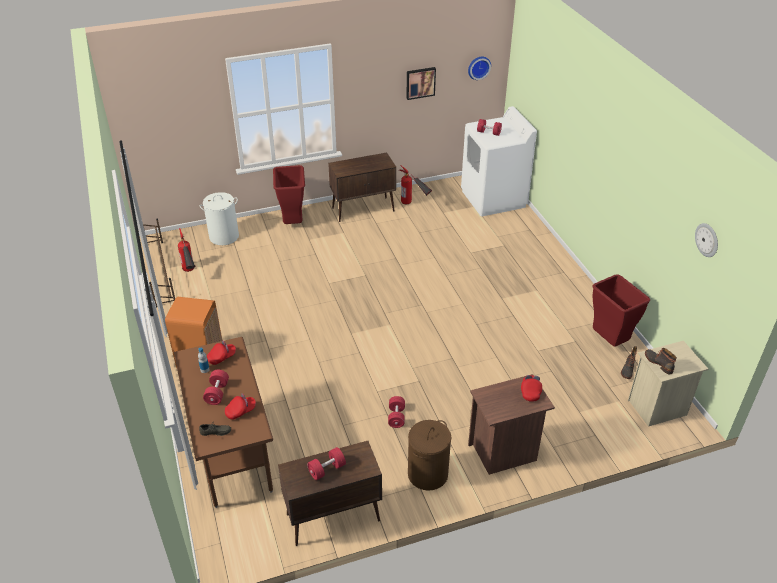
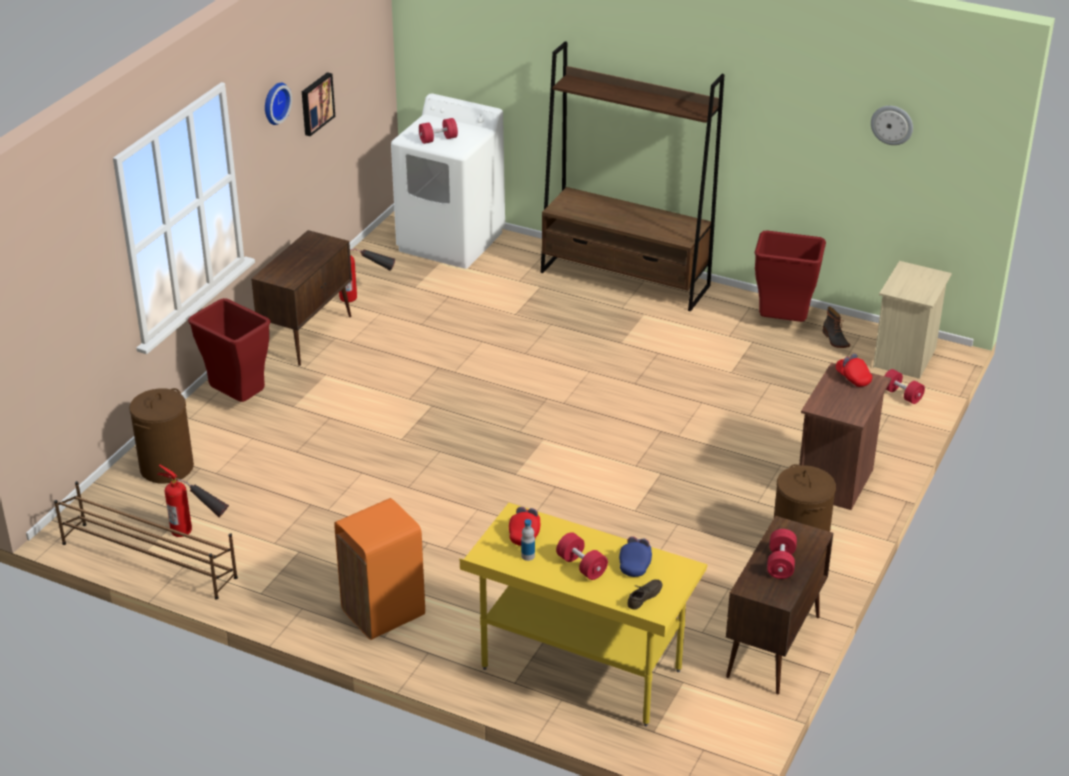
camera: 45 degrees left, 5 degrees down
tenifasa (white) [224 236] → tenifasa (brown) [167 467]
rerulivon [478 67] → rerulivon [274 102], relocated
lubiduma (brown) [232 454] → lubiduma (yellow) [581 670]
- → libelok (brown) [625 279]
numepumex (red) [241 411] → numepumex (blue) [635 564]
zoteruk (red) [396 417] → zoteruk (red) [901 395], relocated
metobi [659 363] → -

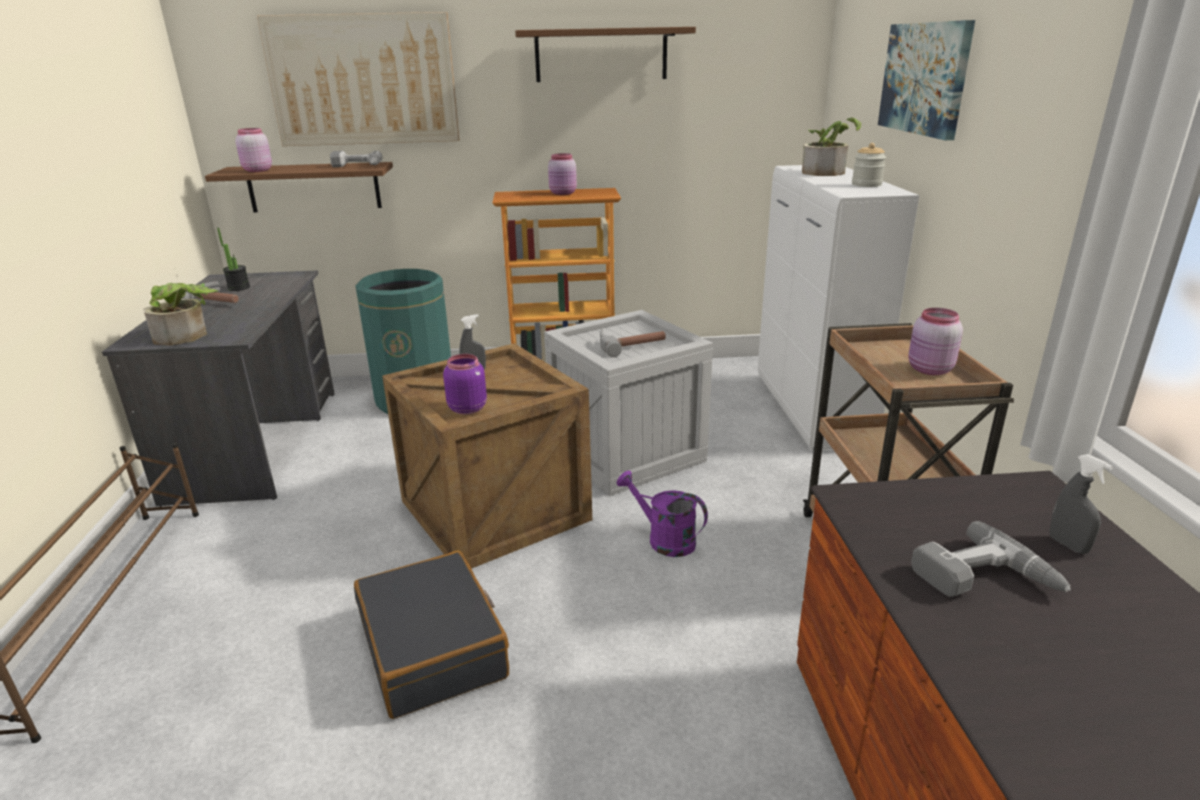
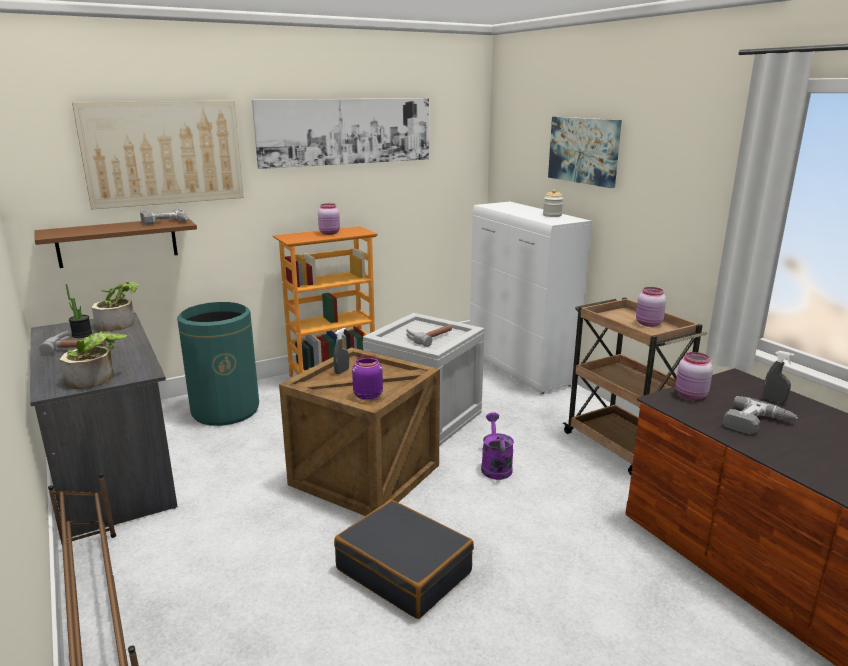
camera: 25 degrees left, 5 degrees down
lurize [826 172] → lurize [120 323], relocated
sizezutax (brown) [601 55] → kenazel [346 131]
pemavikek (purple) [664 539] → pemavikek (purple) [495 466], 75 degrees clockwise
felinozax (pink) [257 170] → felinozax (pink) [690 395], relocated

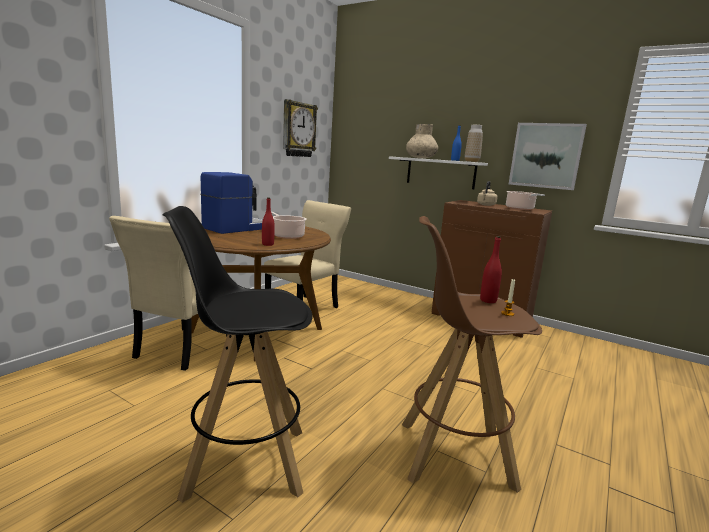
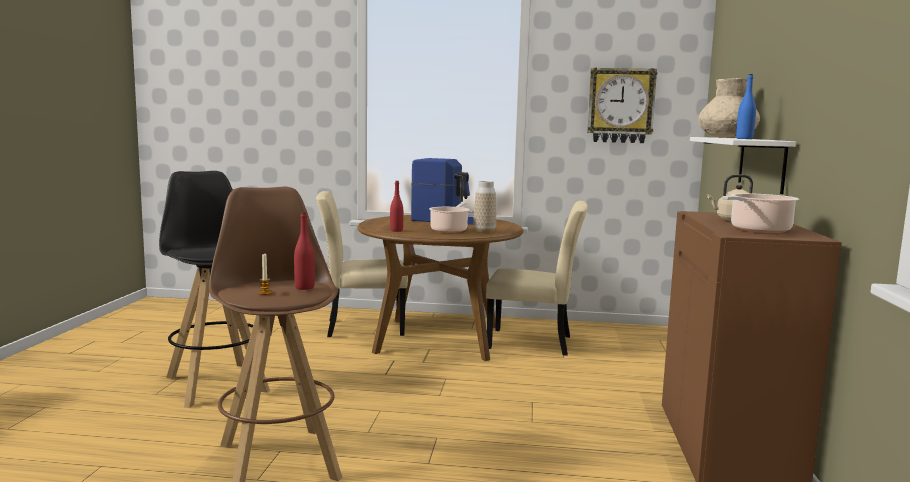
camera: 65 degrees right, 5 degrees down
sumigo [471 161] → sumigo [484 232], relocated
kenazel [545 156] → -

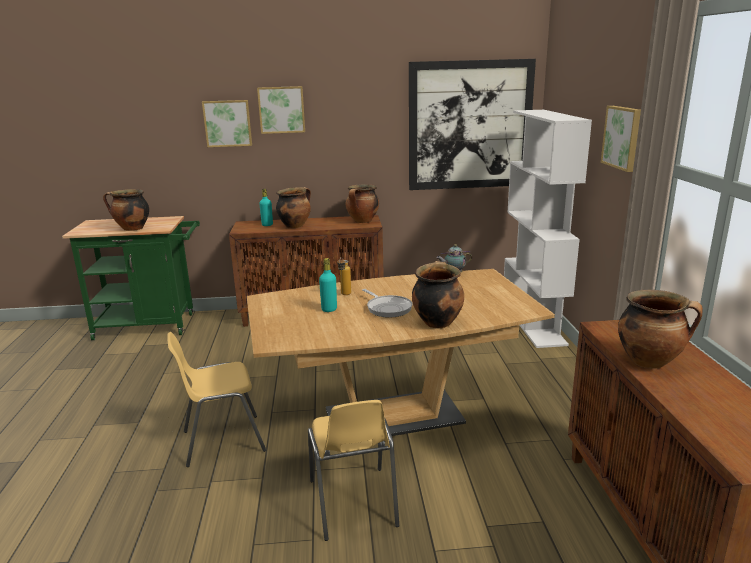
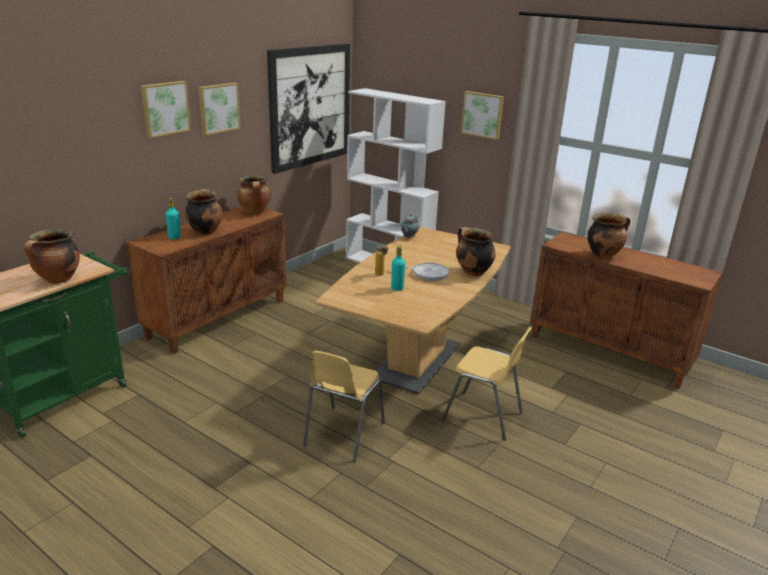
camera: 50 degrees left, 5 degrees up
kenazel [227 123] → kenazel [218 108], relocated

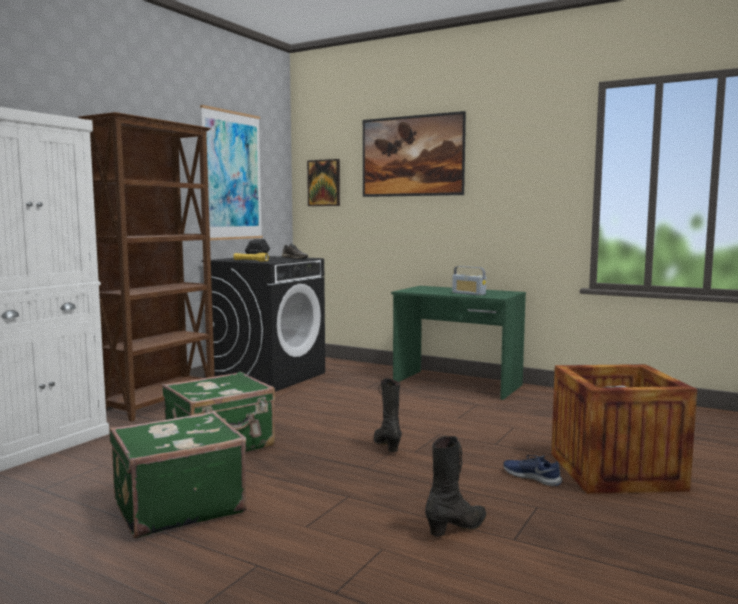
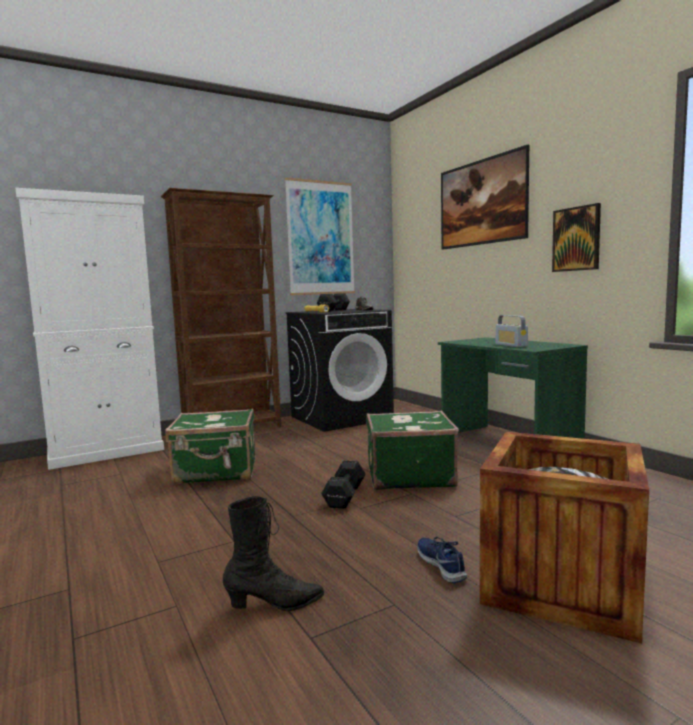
camera: 30 degrees right, 0 degrees up
metobi (black) [387 445] → zoteruk (black) [343 496]
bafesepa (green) [177 506] → bafesepa (green) [409 476], relocated
kenazel [324 183] → kenazel [576 239], relocated

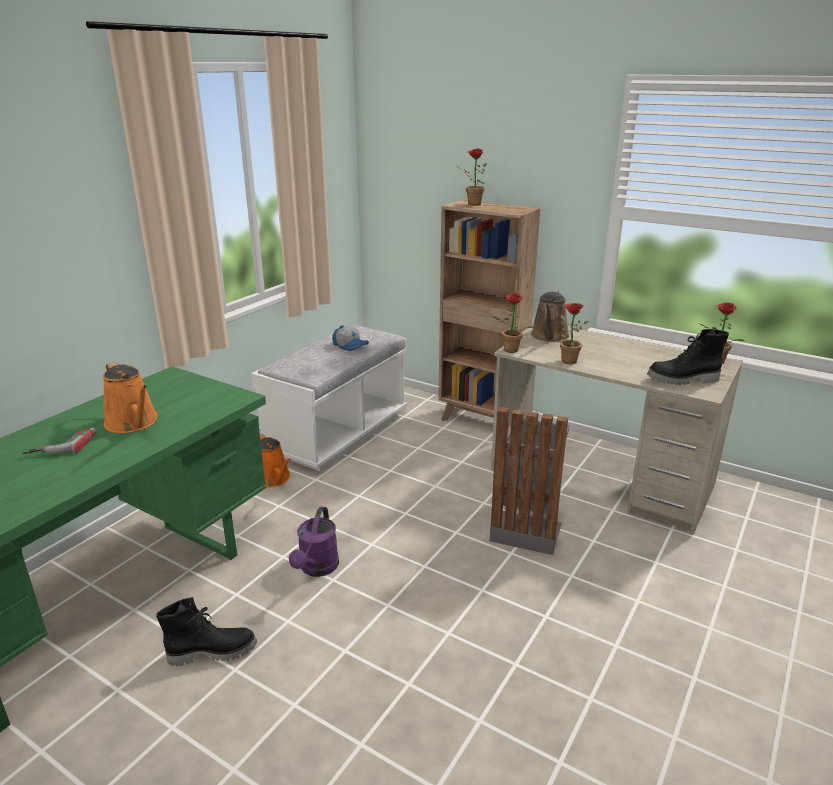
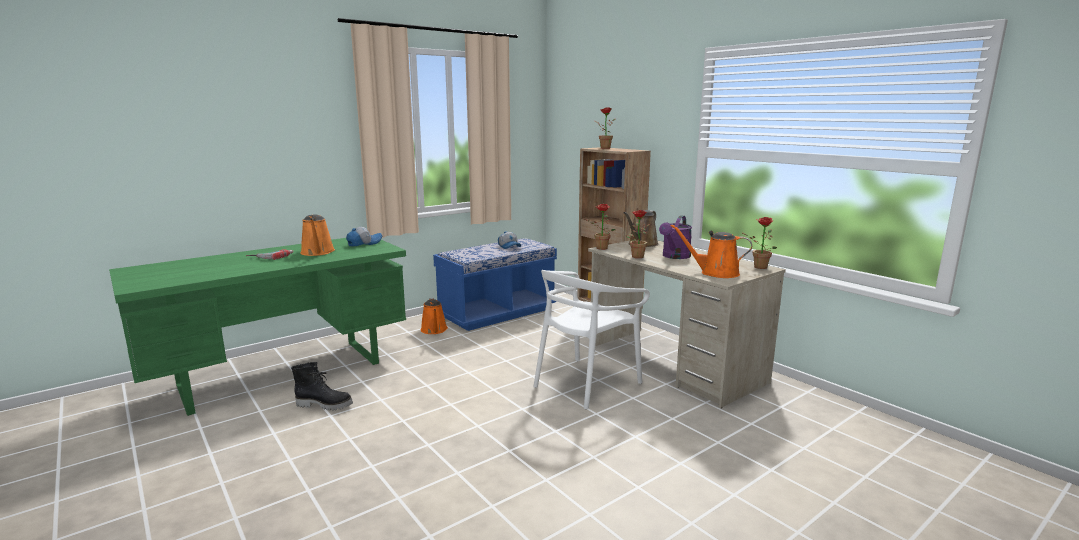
camera: 20 degrees right, 10 degrees down
- → numepumex [364 243]
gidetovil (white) [337 434] → gidetovil (blue) [497 313]
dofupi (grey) [526 529] → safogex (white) [586 383]
pemavikek (purple) [317 569] → pemavikek (purple) [674 257], relocated
metobi (black) [683 380] → pemavikek (orange) [715 273]

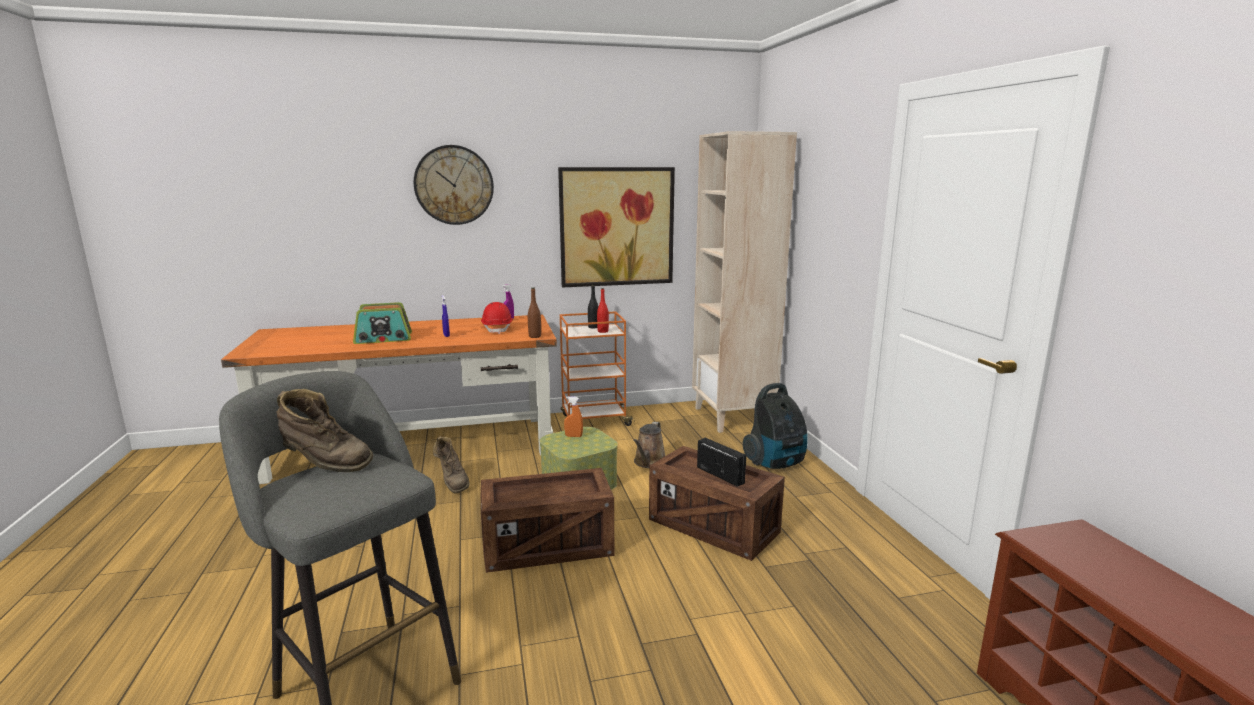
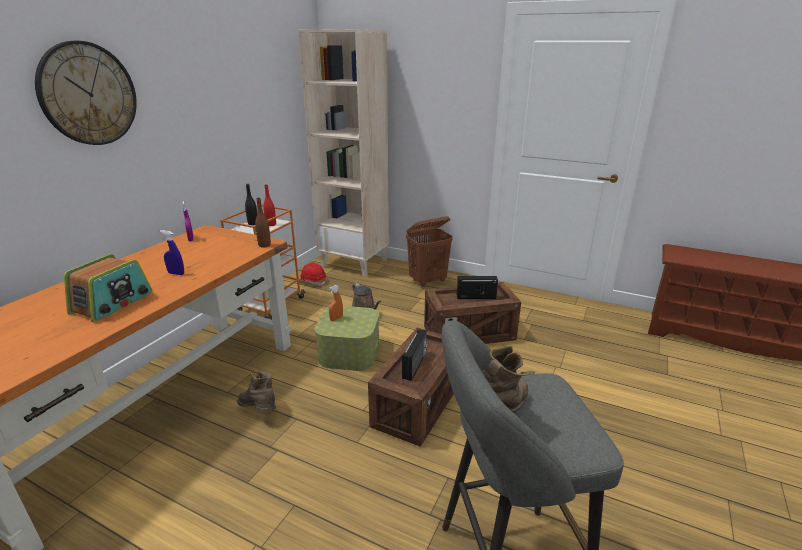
camera: 50 degrees left, 10 degrees up
metobi (brown) [453 483] → metobi (brown) [259 411], 150 degrees counterclockwise
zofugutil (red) [497 329] → zofugutil (red) [312 281], relocated
- → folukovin [415 365]
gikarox [776 463] → tenifasa (brown) [428 281]
kenazel [616 227] → -

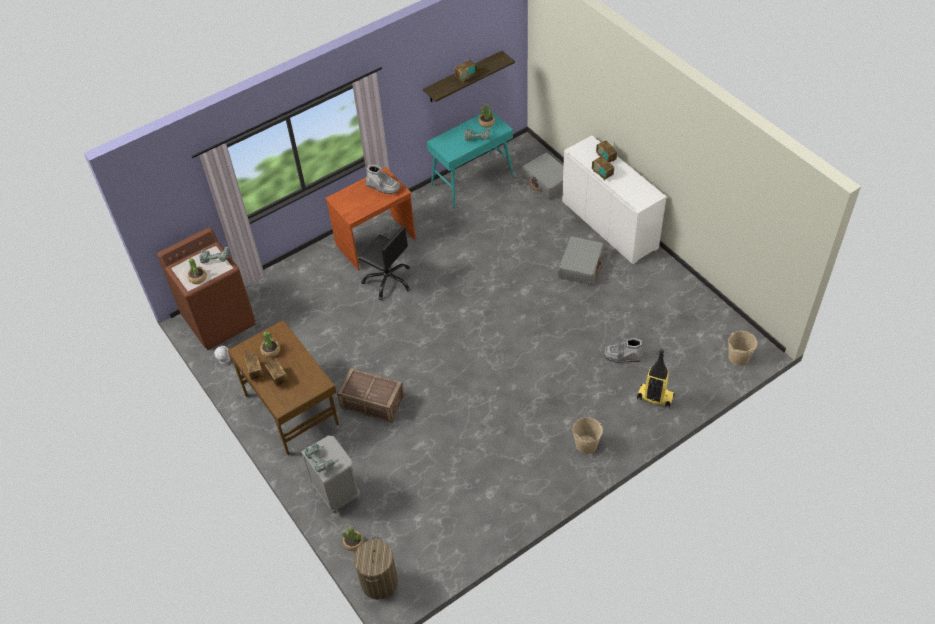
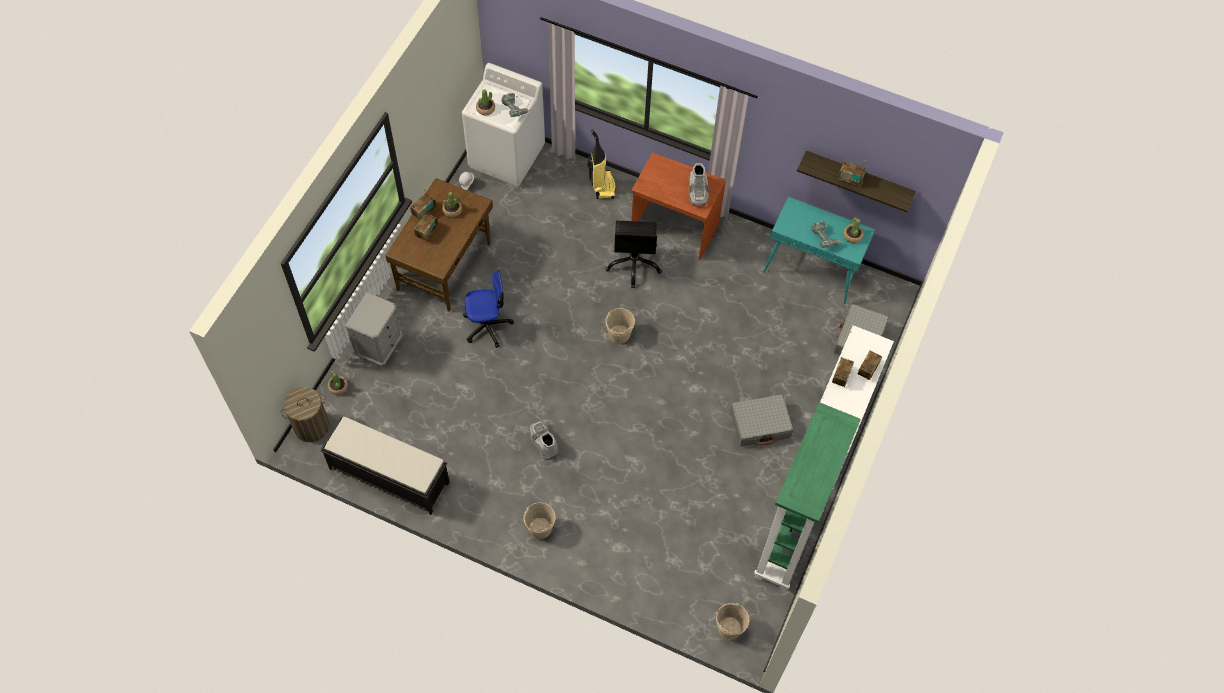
camera: 55 degrees right, 10 degrees up
- → gidetovil (black) [388 475]
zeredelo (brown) [219 320] → zeredelo (white) [507 156]
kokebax [373 402] → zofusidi [487 326]
metobi (grey) [622 356] → metobi (grey) [543 442], relocated
gikarox [654 397] → gikarox [602 185], relocated
- → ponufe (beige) [619 334]
- → libelok (green) [788 541]
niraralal [321 460] → -

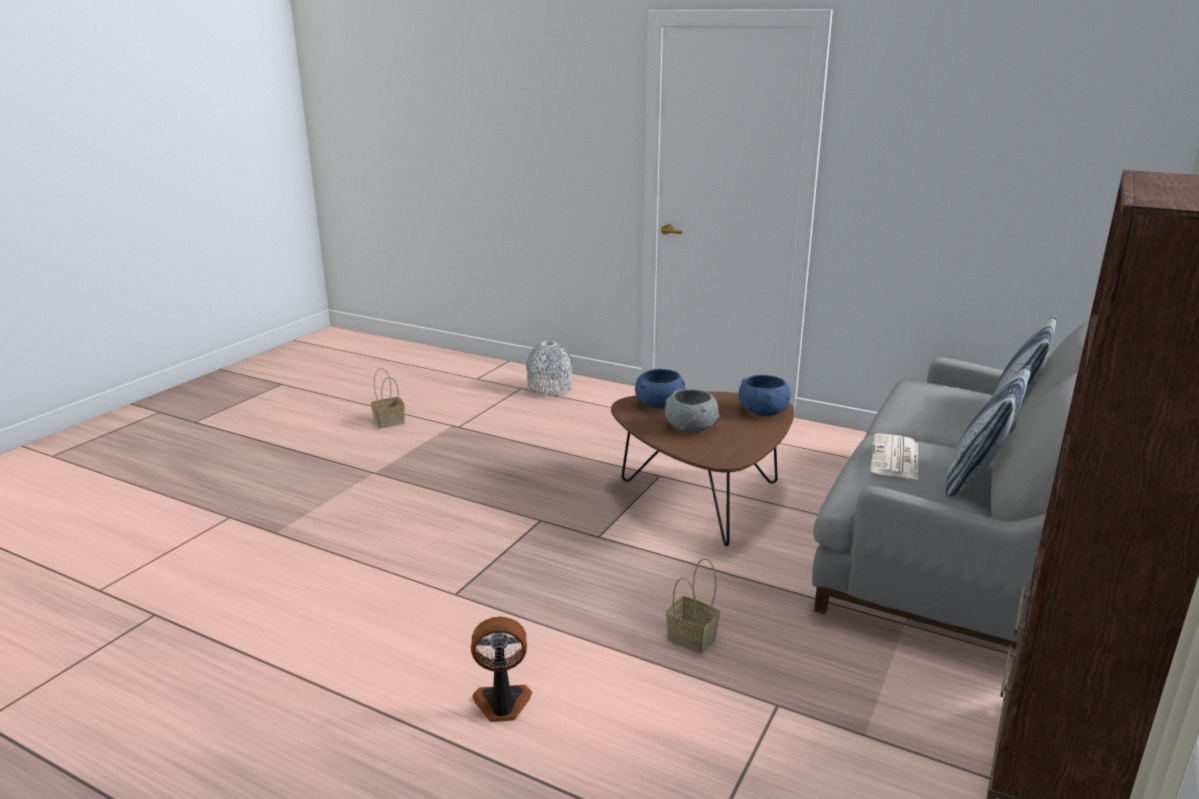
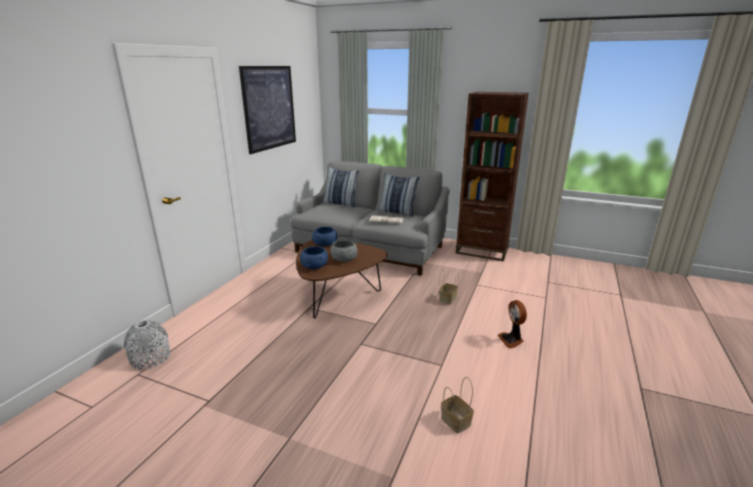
camera: 95 degrees left, 0 degrees up
- → kenazel [269 108]
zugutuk [390 421] → zugutuk [454 421], relocated

